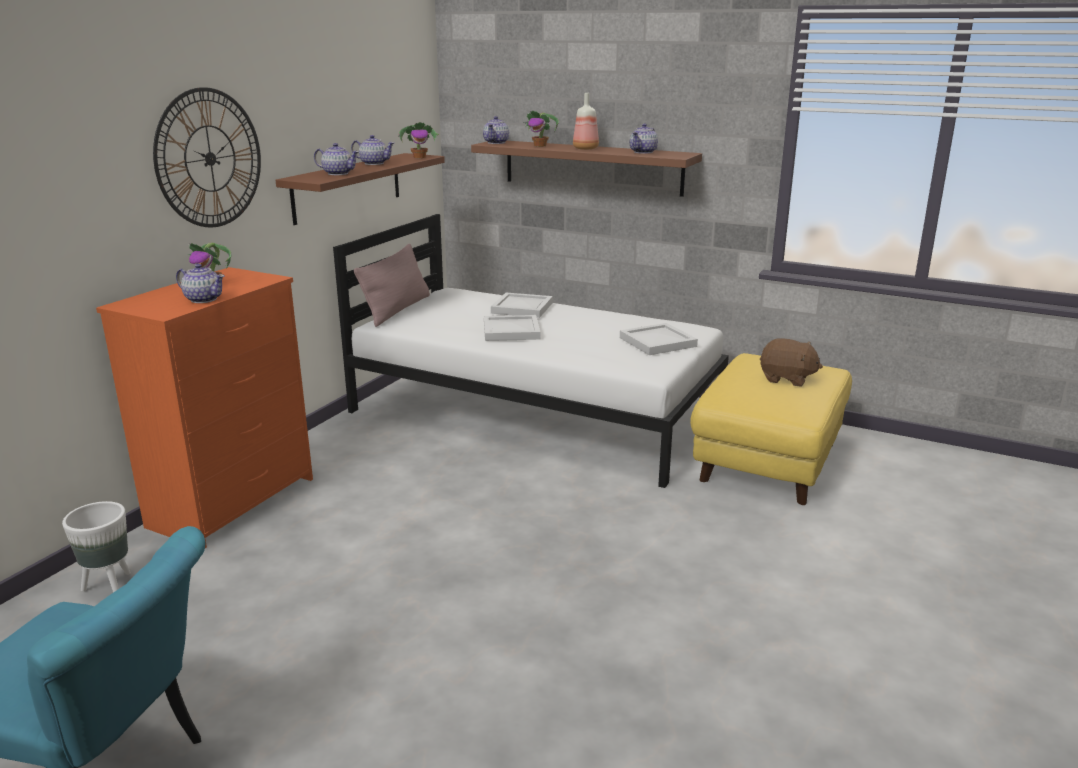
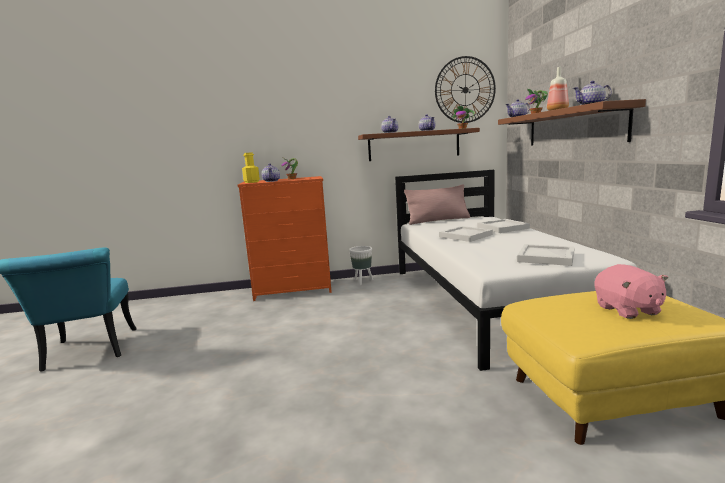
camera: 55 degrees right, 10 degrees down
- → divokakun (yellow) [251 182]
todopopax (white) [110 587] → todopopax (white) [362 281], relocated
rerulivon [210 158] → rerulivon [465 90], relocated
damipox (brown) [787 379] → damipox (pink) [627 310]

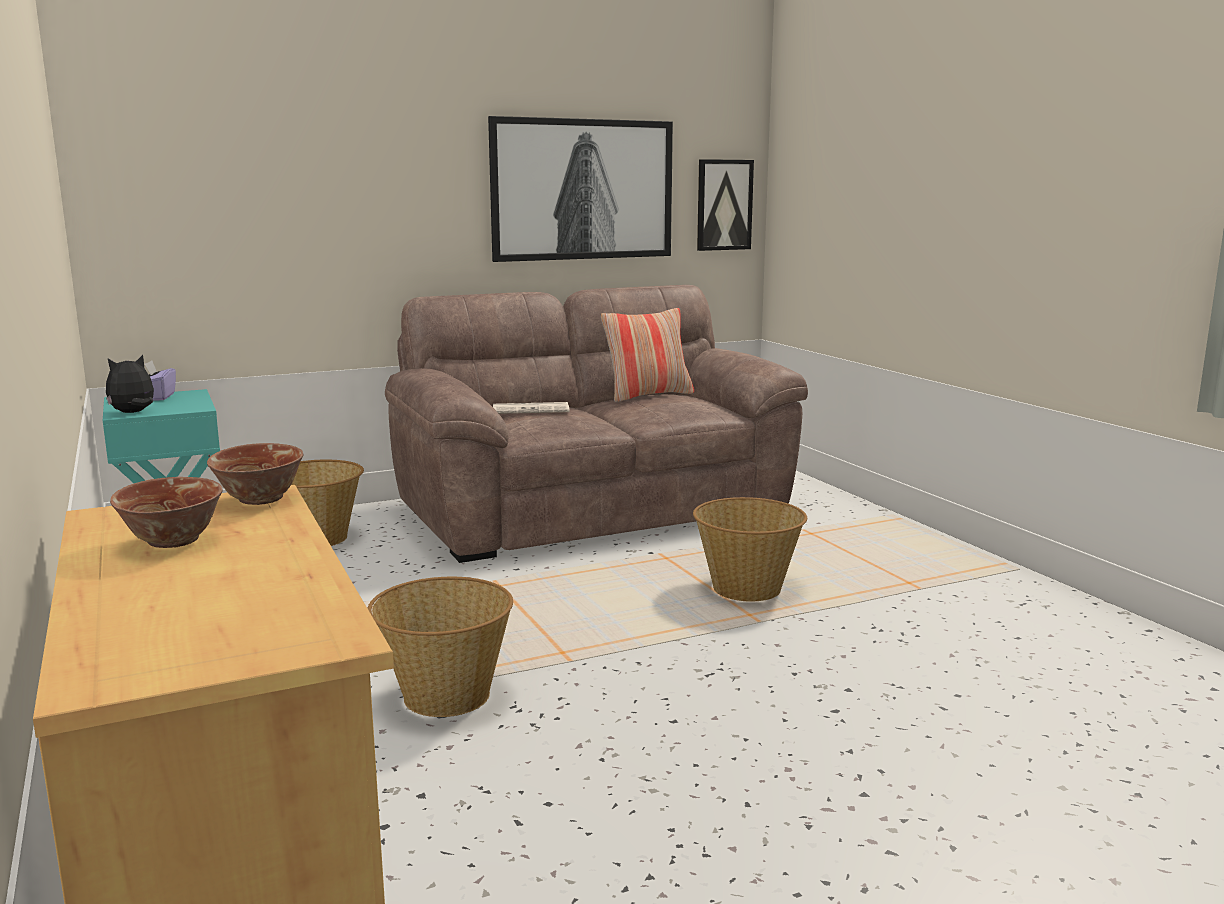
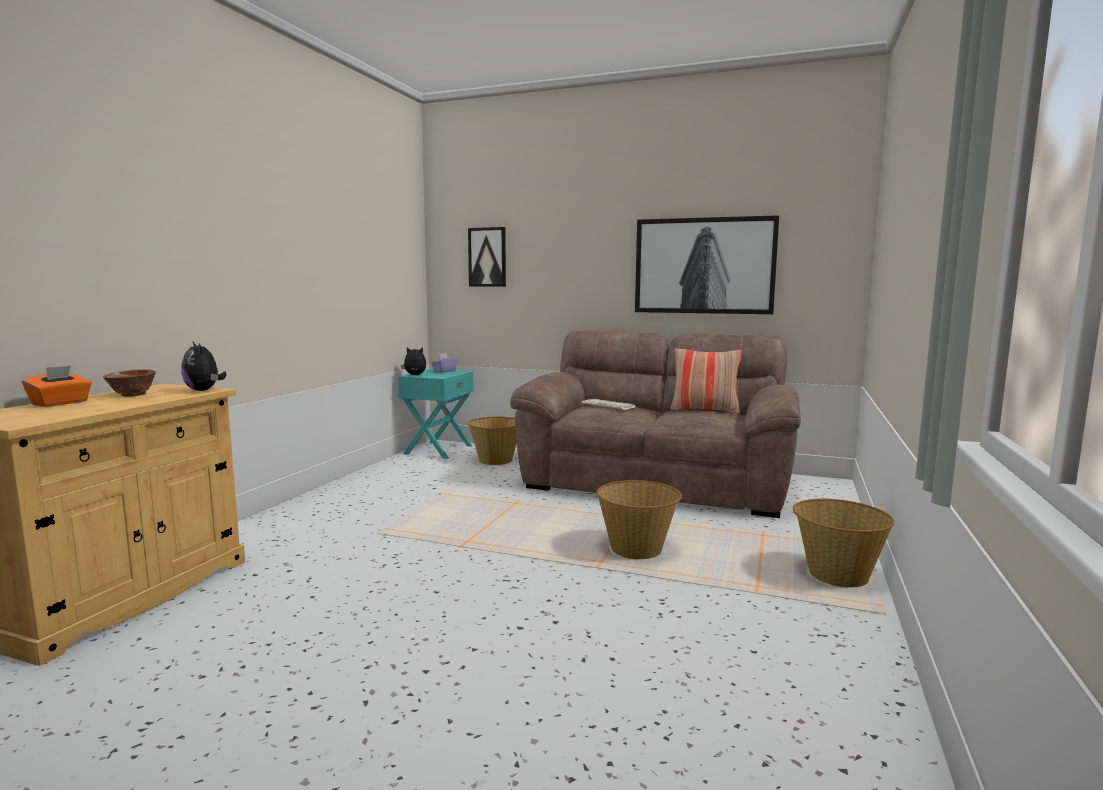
camera: 45 degrees right, 5 degrees down
- → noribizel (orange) [60 403]
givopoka [260 499] → damipox [204 390]
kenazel [724 205] → kenazel [487 257], relocated
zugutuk [445 695] → zugutuk [836 575], relocated

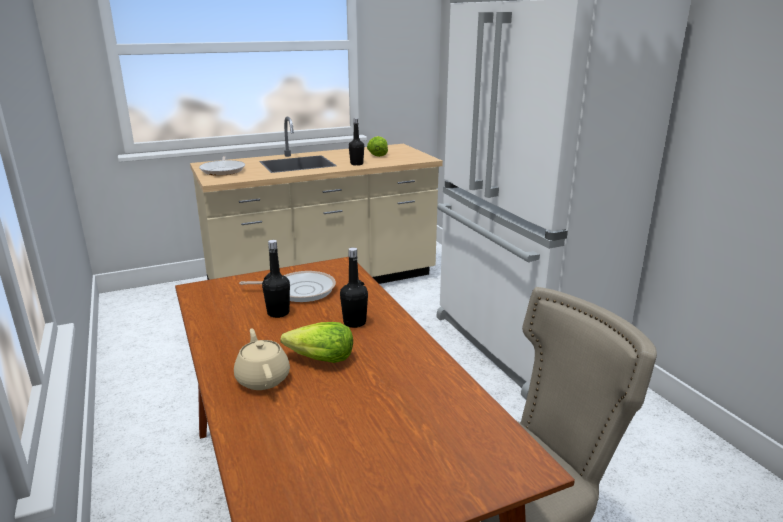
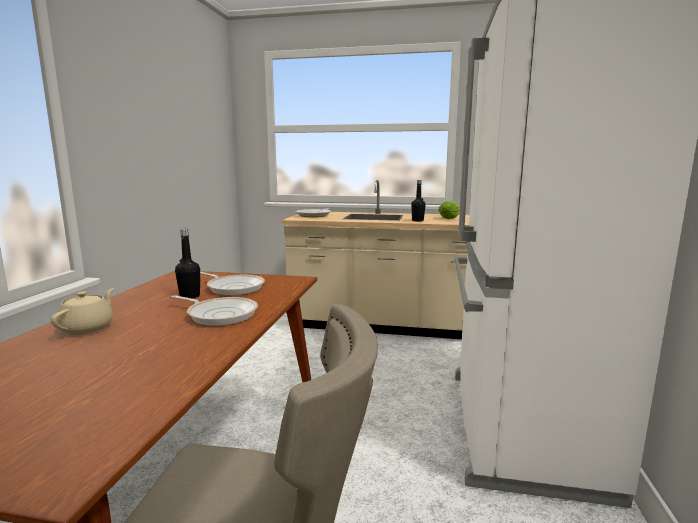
camera: 35 degrees right, 10 degrees down
divokakun (black) [354 322] → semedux [220 314]
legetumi [320 359] → -

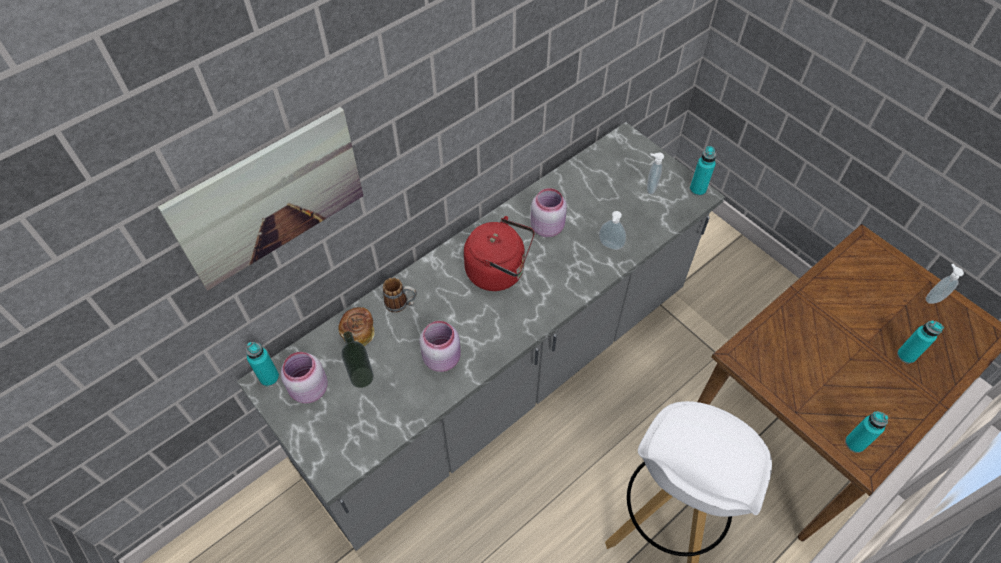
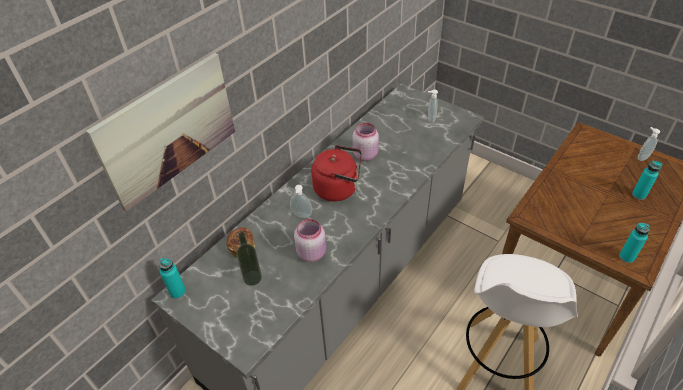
camera: 10 degrees left, 10 degrees down
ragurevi [610 246] → ragurevi [301 216], relocated
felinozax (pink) [308 389] → -
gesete [401 304] → -
divokakun (turquoise) [697 189] → -

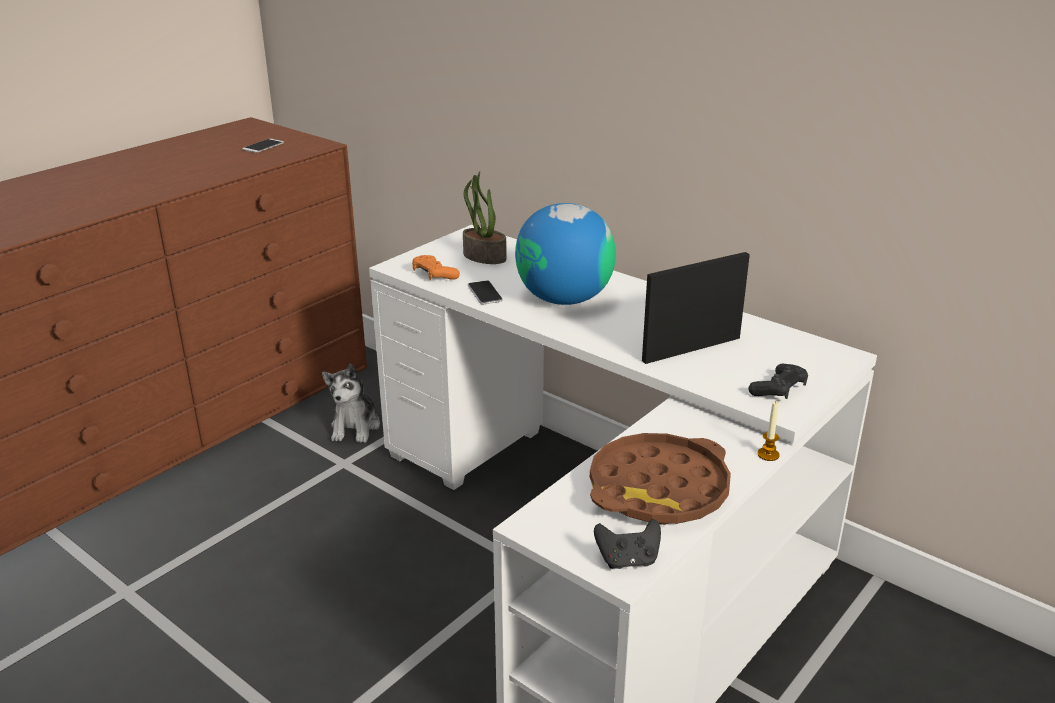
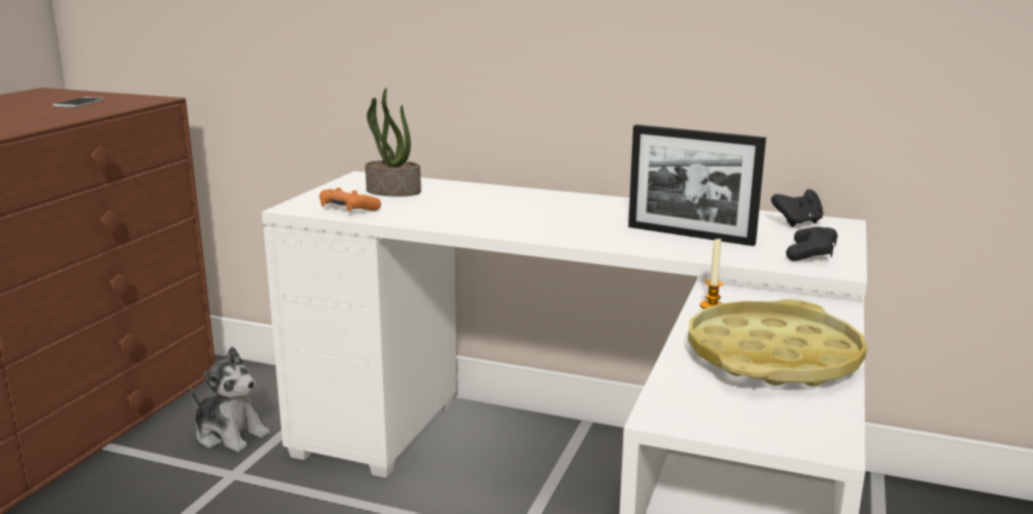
camera: 20 degrees left, 10 degrees down
damipox [355 427] → damipox [230 434], 45 degrees counterclockwise
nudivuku [691 349] → nudivuku [690 235], 105 degrees counterclockwise
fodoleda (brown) [658 489] → fodoleda (yellow) [773 357]
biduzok [768 455] → biduzok [712 306], relocated
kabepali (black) [628 560] → kabepali (black) [798 223], relocated
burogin [484 293] → -
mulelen [564 299] → -

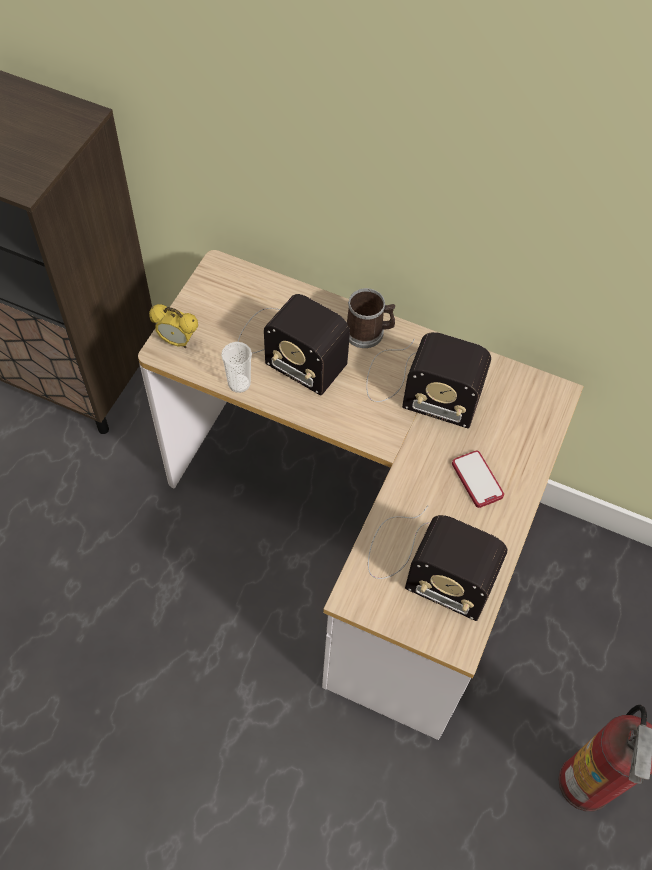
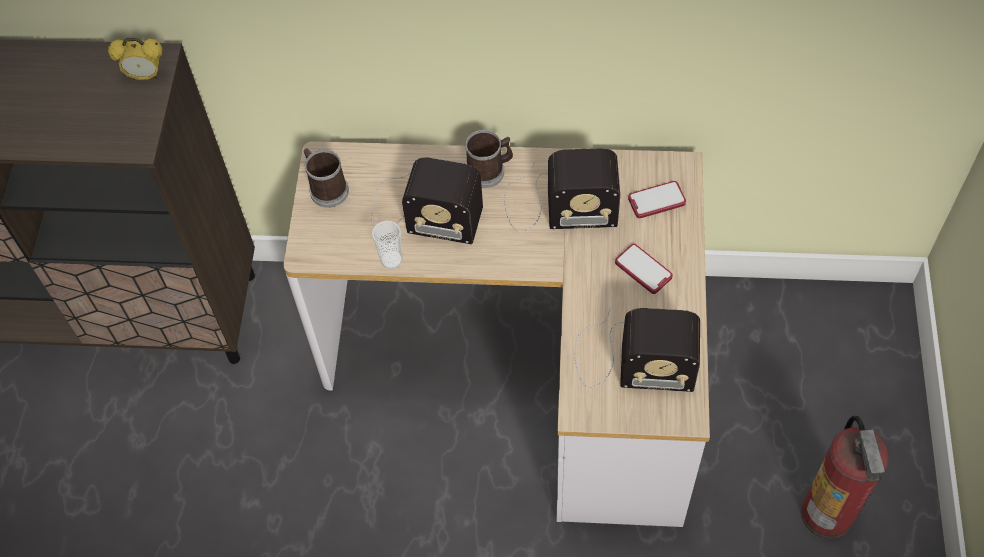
camera: 15 degrees left, 0 degrees up
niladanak [177 341] → niladanak [145 76], relocated
- → gesete [326 188]
- → burogin [656 201]

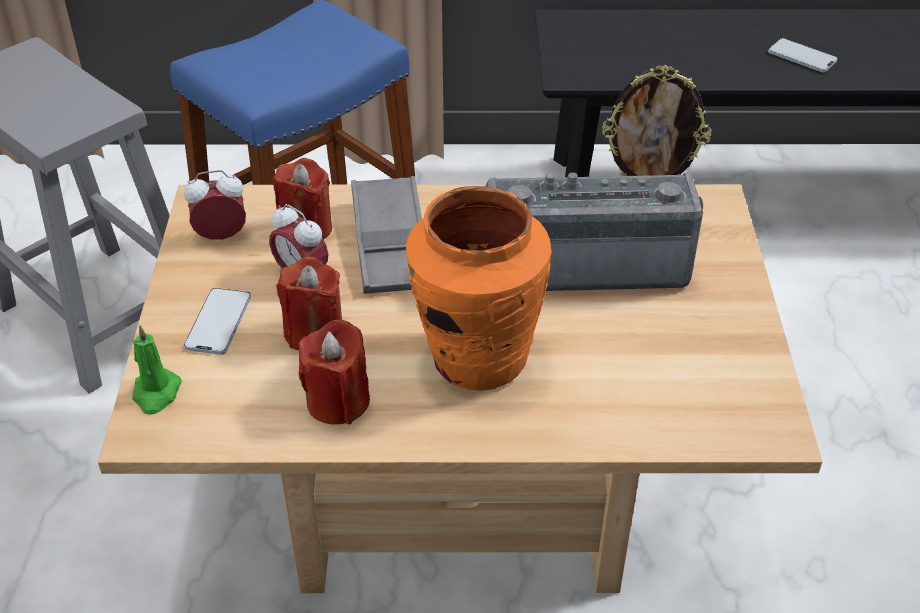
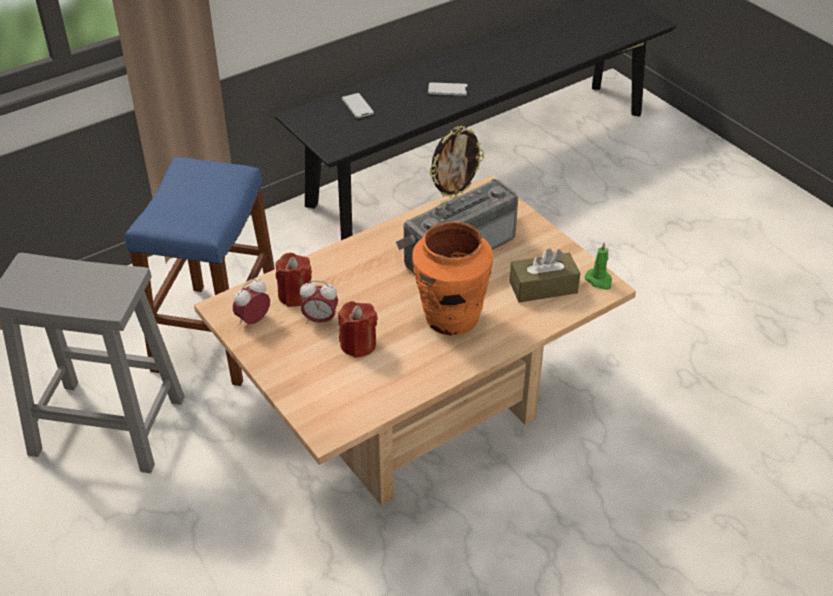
camera: 35 degrees left, 0 degrees up
burogin [218 322] → burogin [357 106], relocated
- → noribizel (brown) [543 287]
biduzok (green) [156 393] → biduzok (green) [599 280], relocated
biduzok (red) [338 401] → -
fodoleda (grey) [391 243] → -

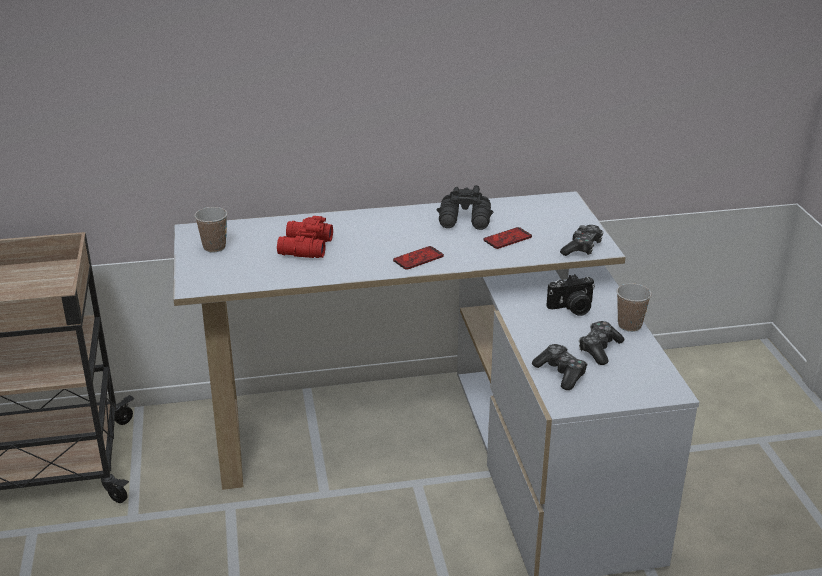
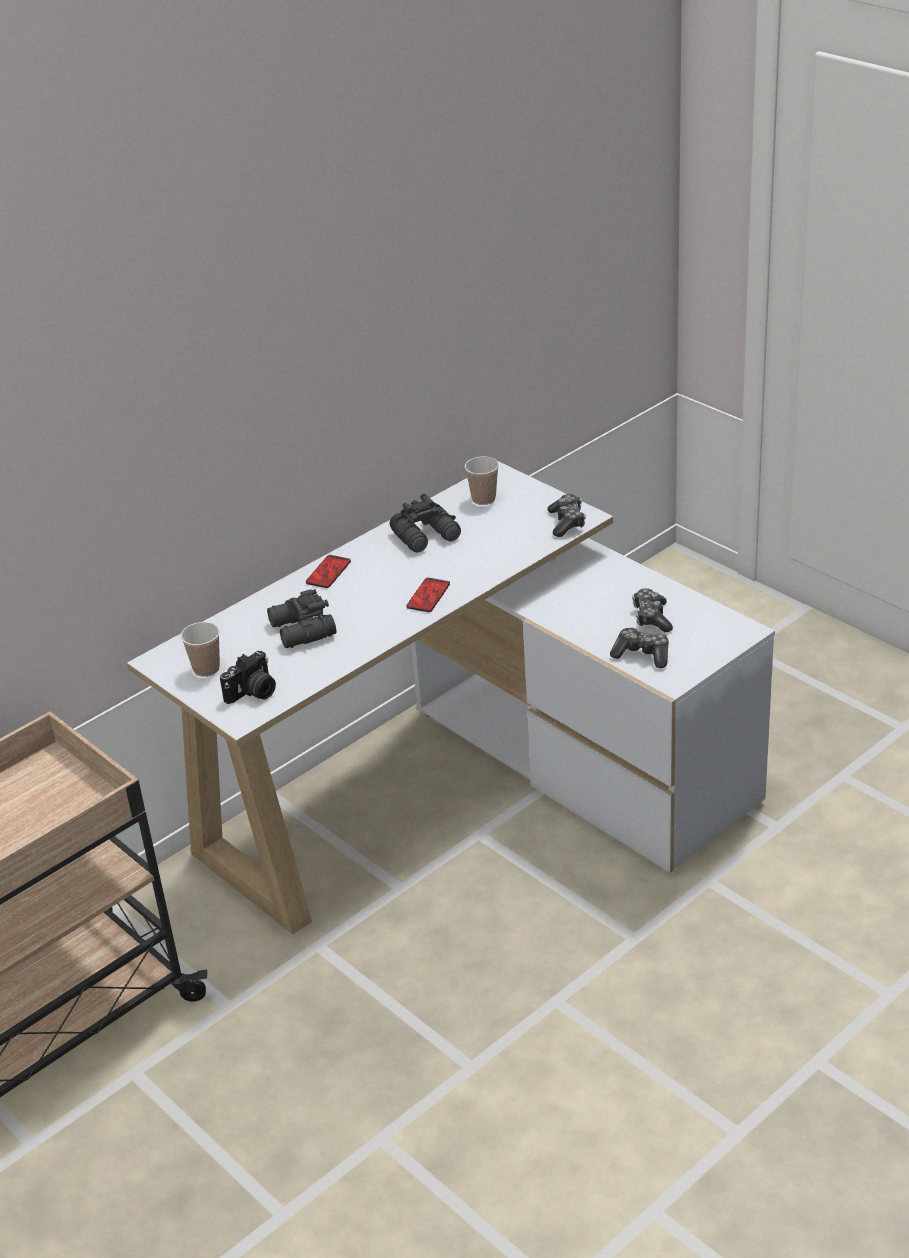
camera: 30 degrees left, 5 degrees up
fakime [572 308] → fakime [253 693], relocated
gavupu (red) [304 248] → gavupu (black) [301 631]
burogin [507 239] → burogin [328 572], relocated
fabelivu [629 325] → fabelivu [483 499], relocated

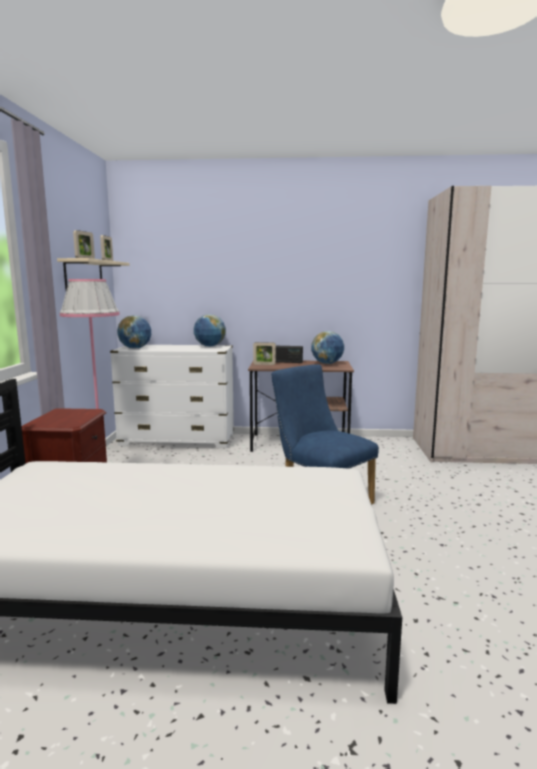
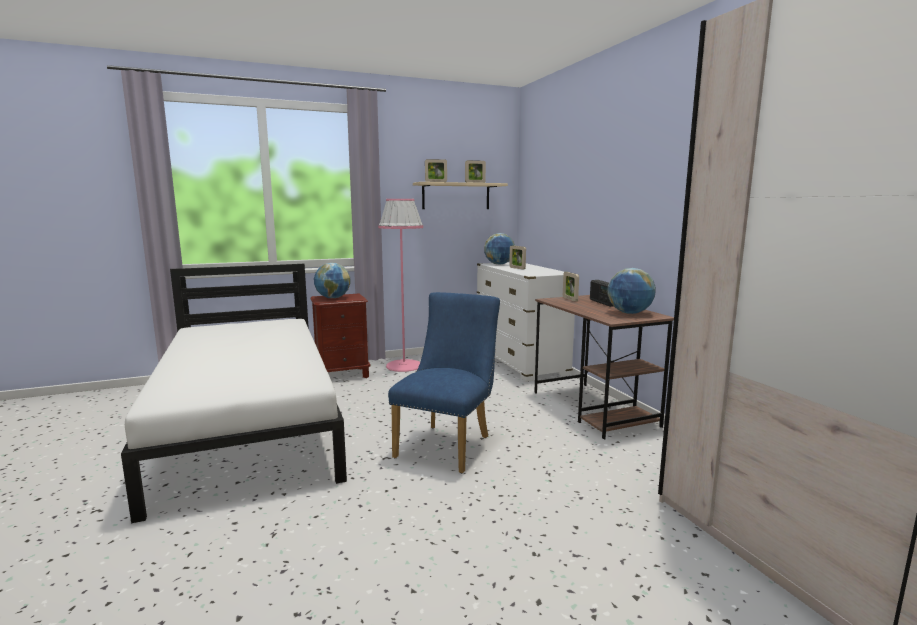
camera: 65 degrees right, 0 degrees up
mulelen [210 346] → mulelen [333 298], relocated
- → nudivuku [517 268]

